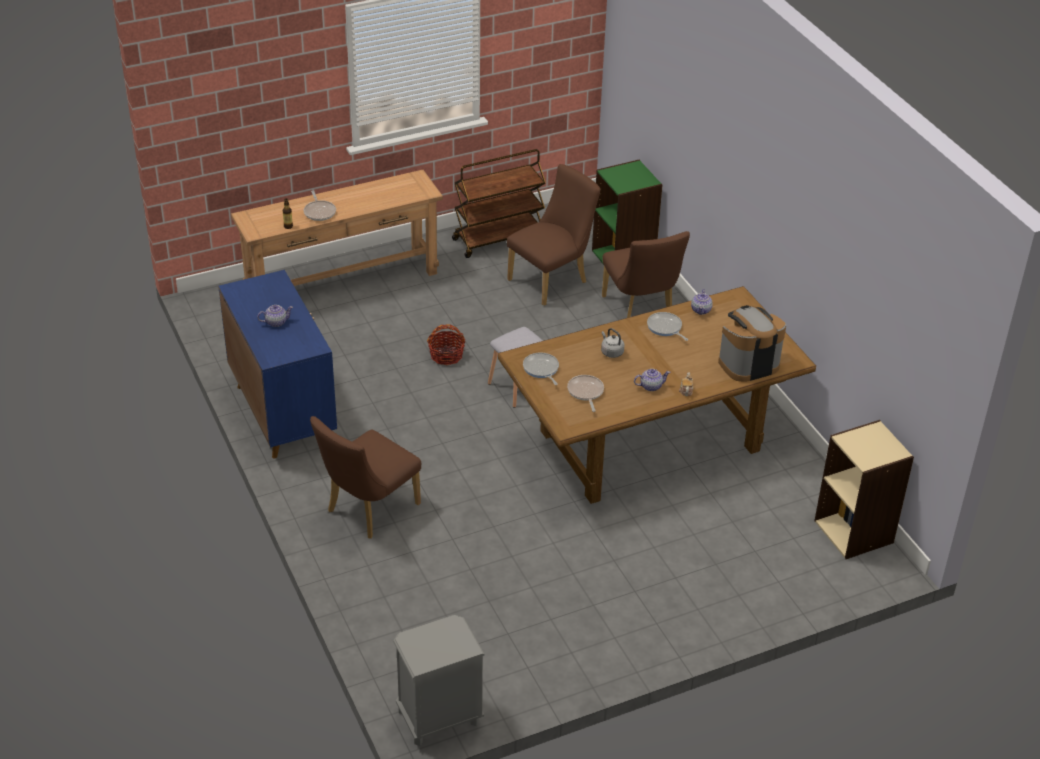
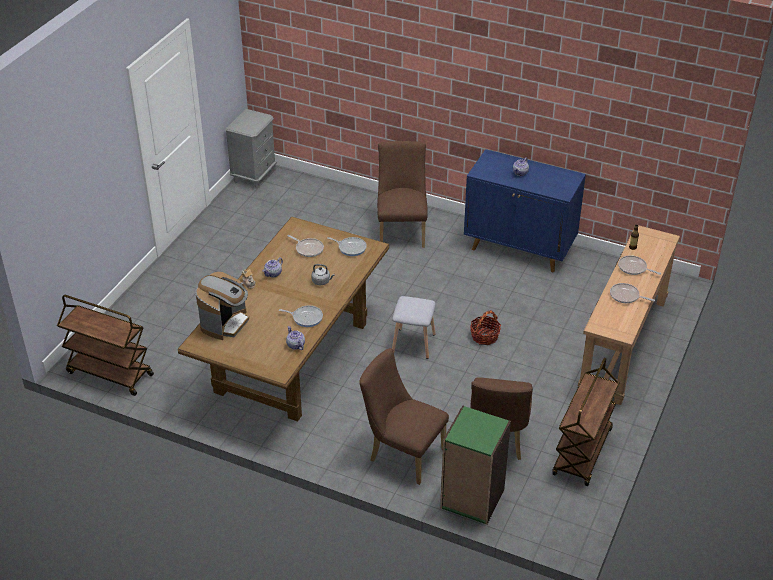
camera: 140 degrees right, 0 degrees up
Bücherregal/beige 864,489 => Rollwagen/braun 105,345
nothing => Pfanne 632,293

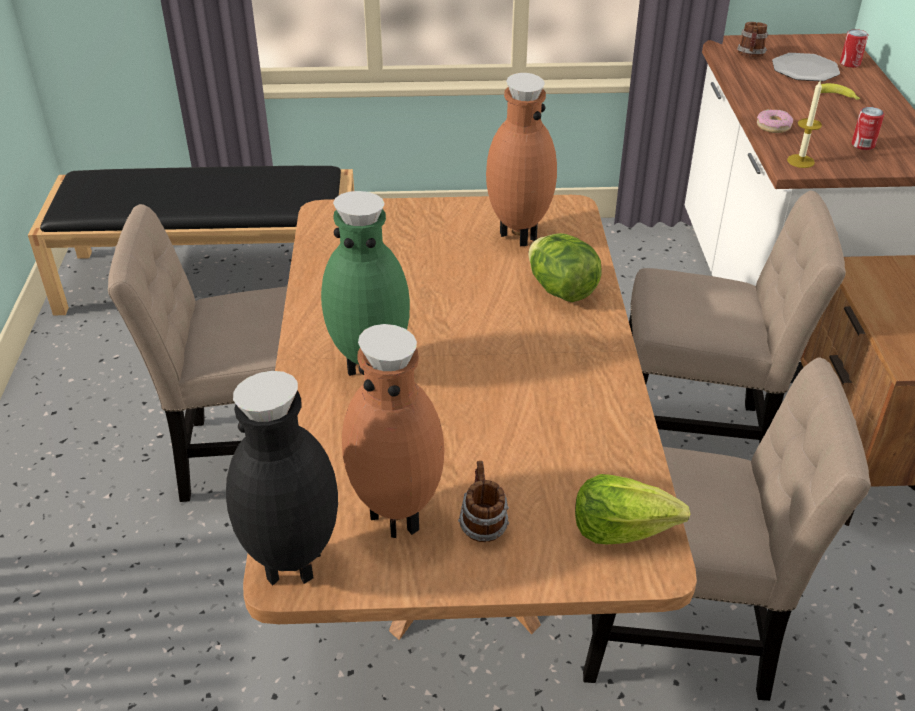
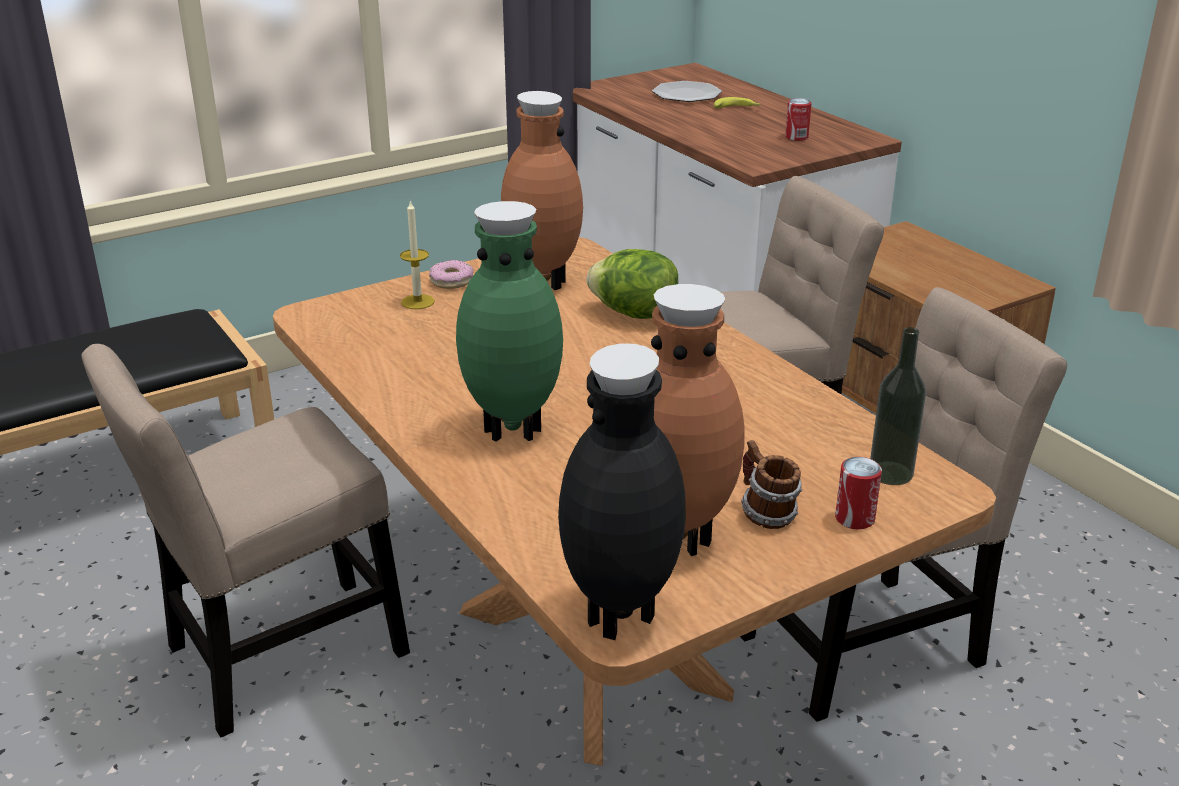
camera: 30 degrees left, 10 degrees down
Henkelbecher 753,39 => nothing
Dose 854,48 => Dose 858,493, shifted
Kerze 804,123 => Kerze 417,254, shifted
Donut 775,121 => Donut 451,274, shifted
Salatkopf 632,509 => Flasche 898,406

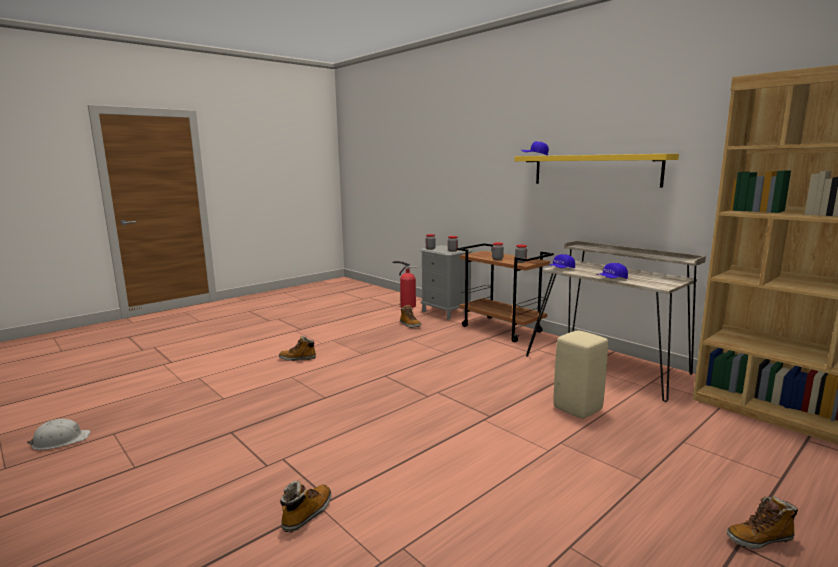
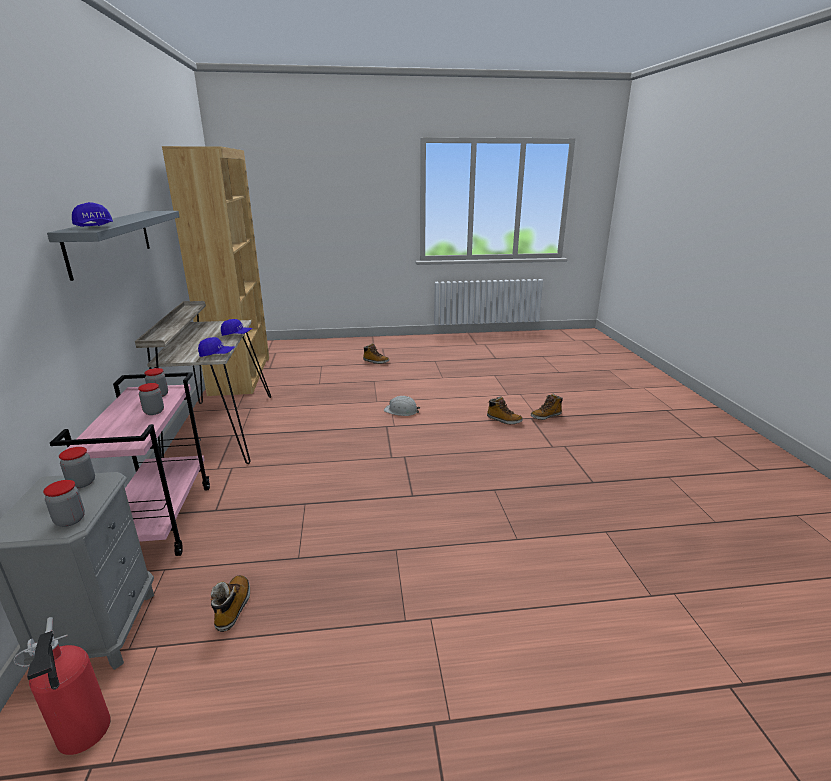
camera: 145 degrees left, 10 degrees up
Wandregal/gelb 597,170 => Wandregal/grau 113,246
Rollwagen/braun 505,292 => Rollwagen/rosa 130,464
Hocker/beige 580,374 => nothing
Stiefel 297,348 => Stiefel 505,410, shifted
Schutzhelm/weiß 59,434 => Schutzhelm/weiß 402,406, shifted

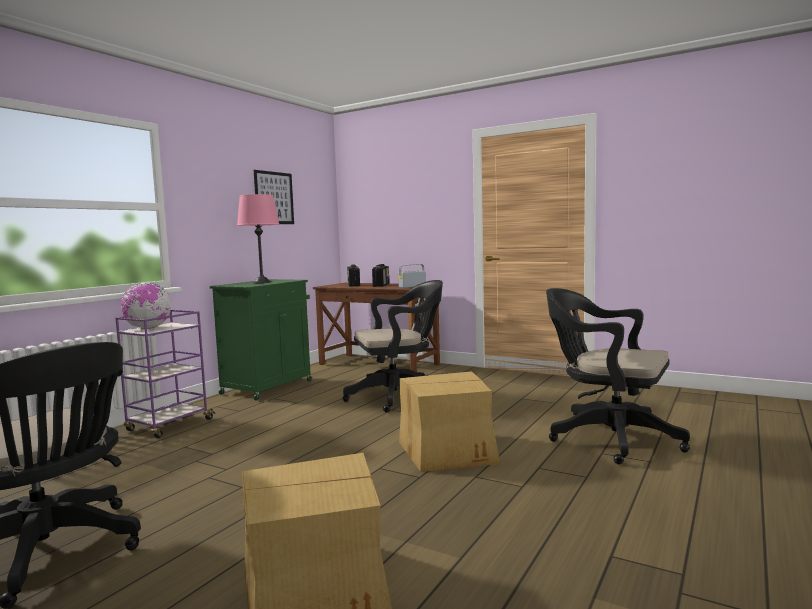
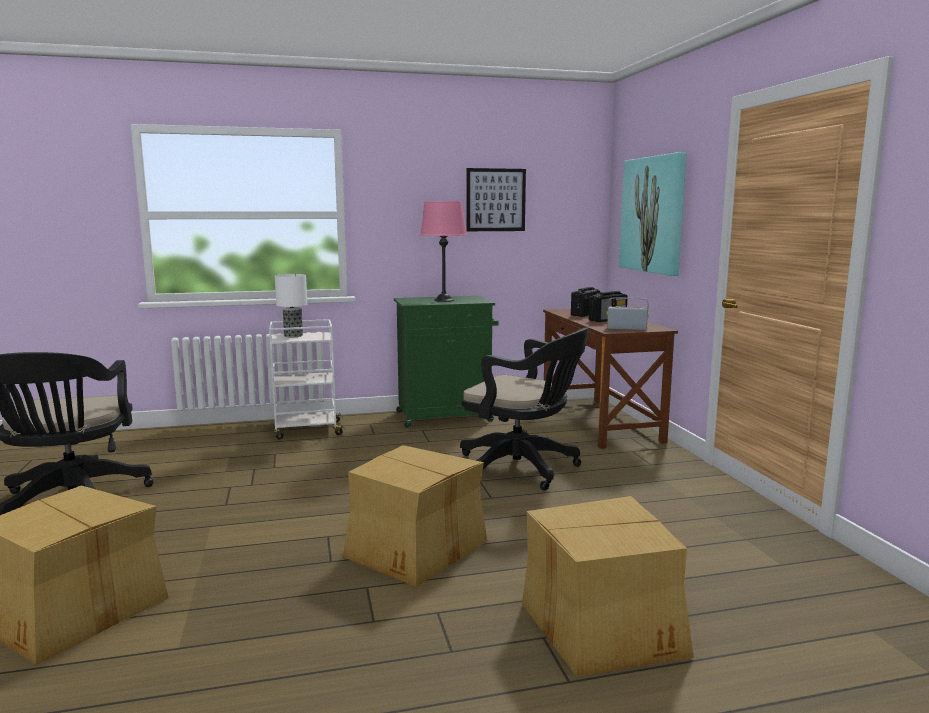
camera: 45 degrees right, 5 degrees up
Globus 146,306 => Tischlampe 291,305
Bürostuhl/schwarz 618,376 => Karton 608,586
Rollwagen/lila 166,374 => Rollwagen/weiß 307,379
nothing => Bild 652,214

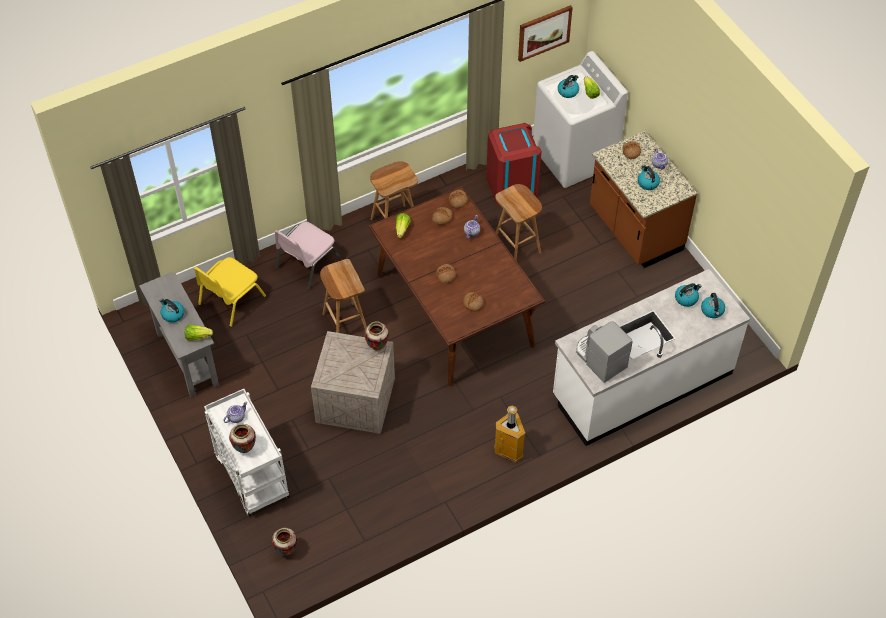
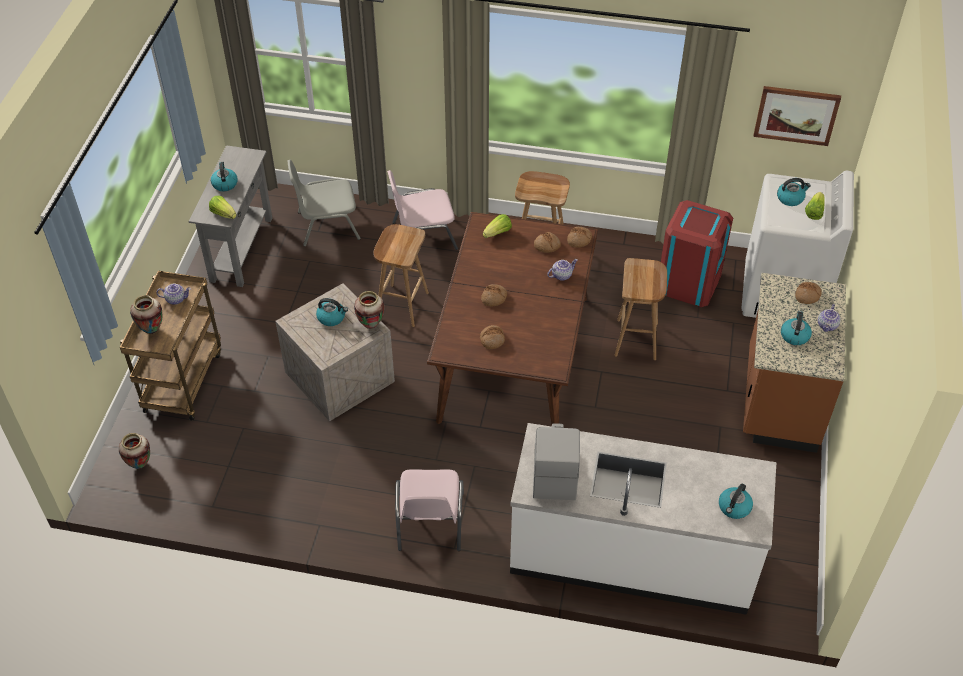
camera: 40 degrees right, 5 degrees down
Stuhl/gelb 230,292 => Stuhl/grau 324,203
Wasserkessel 688,295 => Wasserkessel 332,312, shifted
Rollwagen/weiß 247,453 => Rollwagen/braun 170,346
Mülleimer 509,434 => Stuhl/rosa 429,510

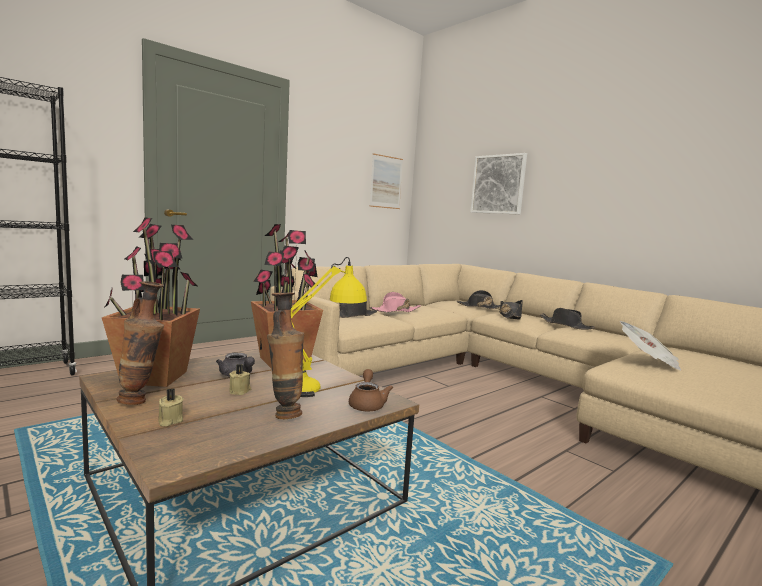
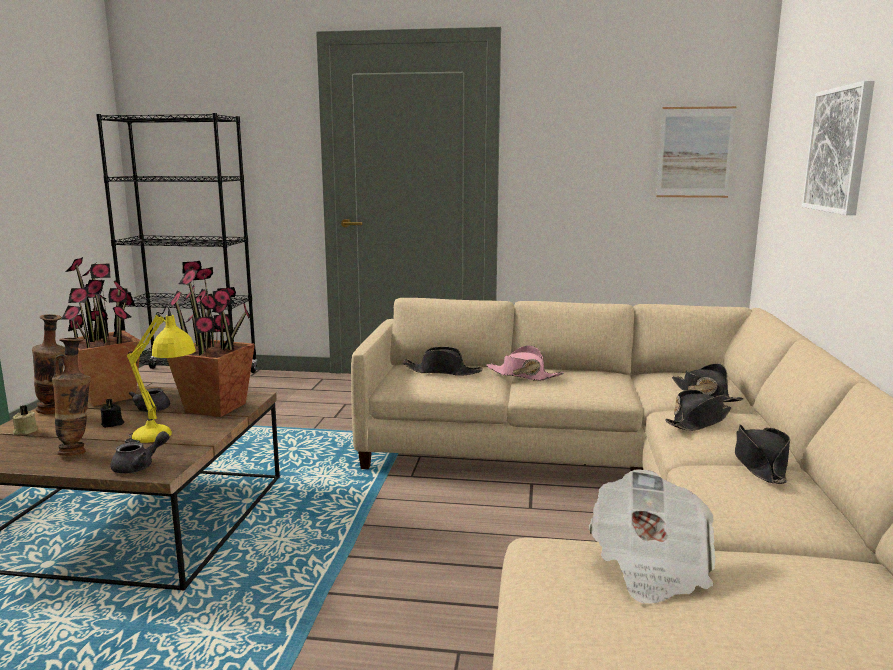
camera: 50 degrees right, 5 degrees up
Kerze/beige 240,379 => Kerze/schwarz 112,413
Teekanne/braun 371,390 => Teekanne/grau 140,452

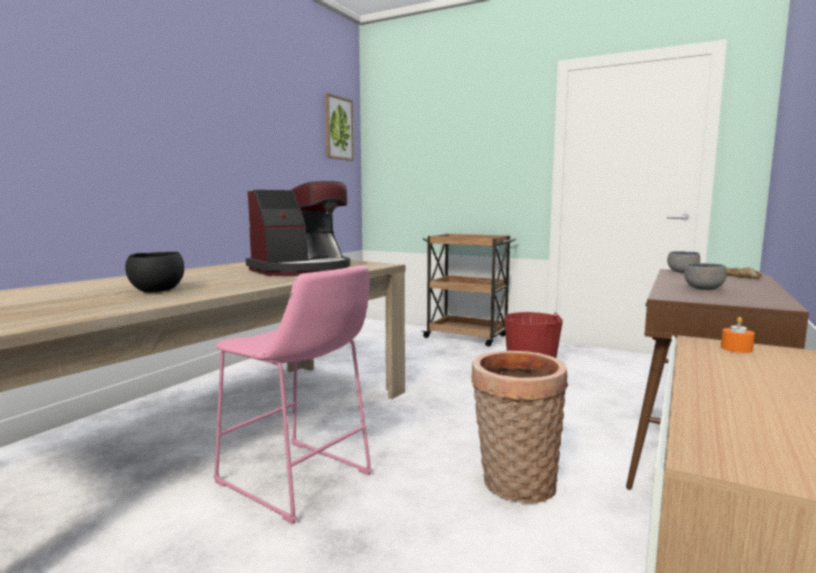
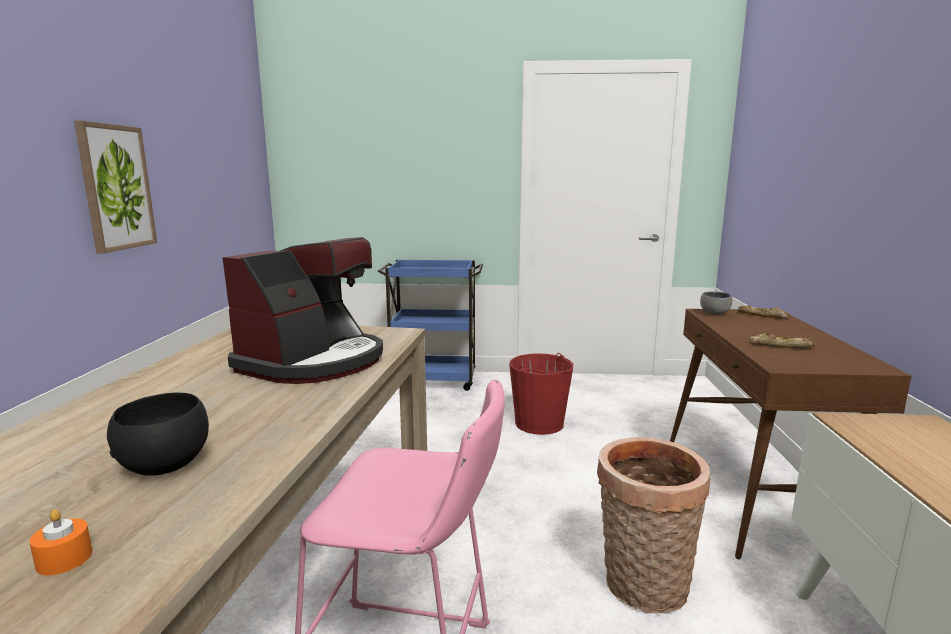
camera: 25 degrees left, 5 degrees up
Bild 339,127 => Bild 115,187, shifted
Rollwagen/braun 469,290 => Rollwagen/blau 430,325
Schüssel/grau 705,276 => Brot 782,341
Kerze/orange 738,335 => Kerze/orange 60,543, shifted

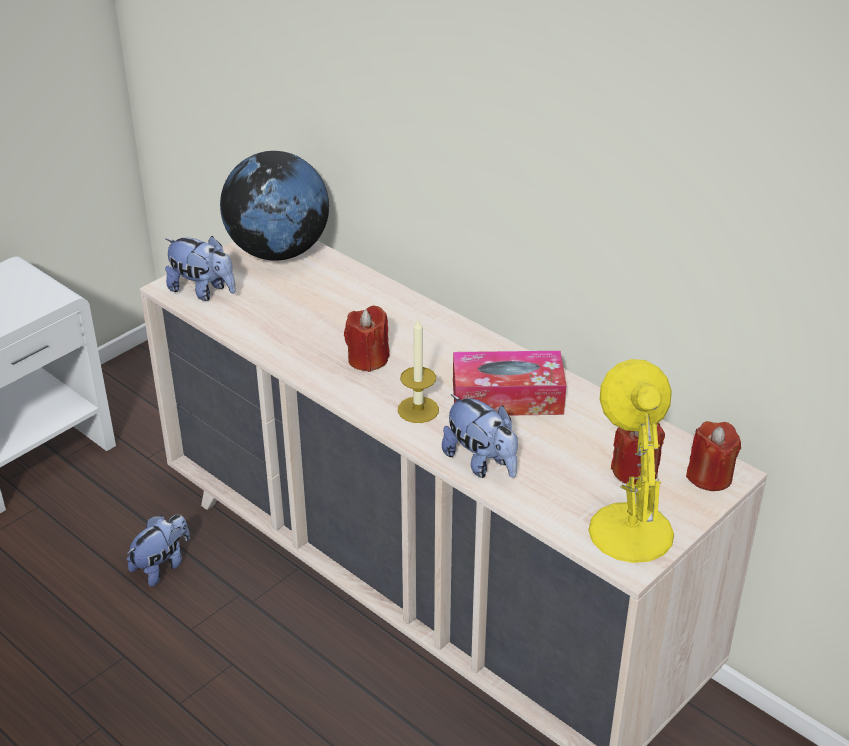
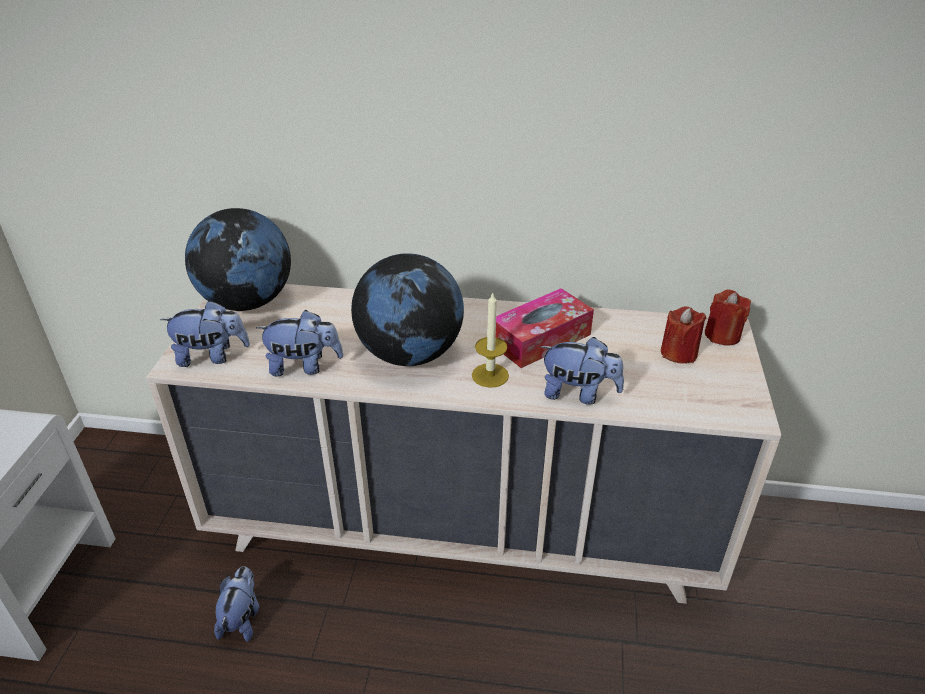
camera: 35 degrees left, 0 degrees up
Kerze/rot 367,339 => Globus 407,309
Tischlampe/gelb 631,461 => nothing
nothing => Plüschtier 299,343

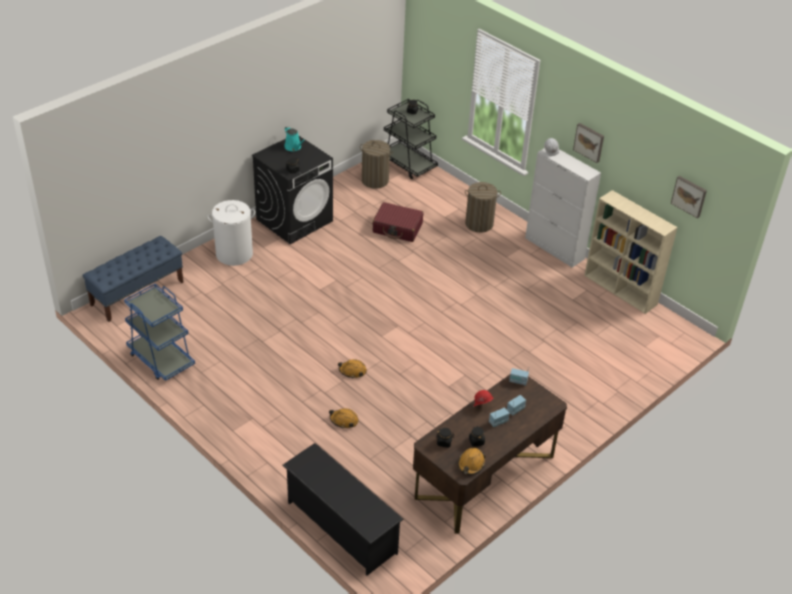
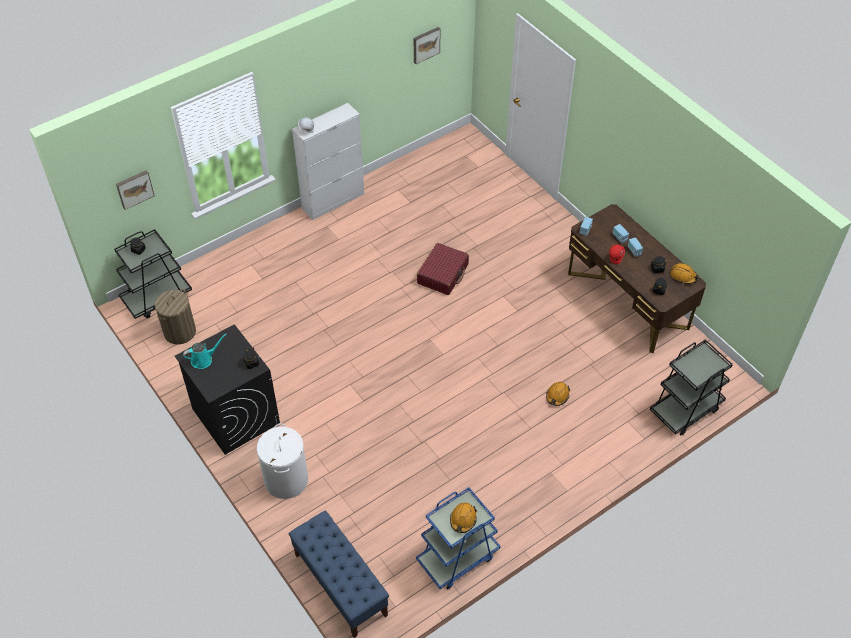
camera: 80 degrees left, 10 degrees up
Bild 588,143 => Bild 135,190, shifted
Wäschekorb 483,207 => nothing
Bücherregal/beige 631,252 => nothing
Koffer/rot 397,222 => Koffer/rot 443,269, shifted
Schutzhelm/orange 352,369 => Schutzhelm/orange 463,517, shifted
Schuhregal/schwarz 343,509 => Rollwagen/schwarz 691,387

